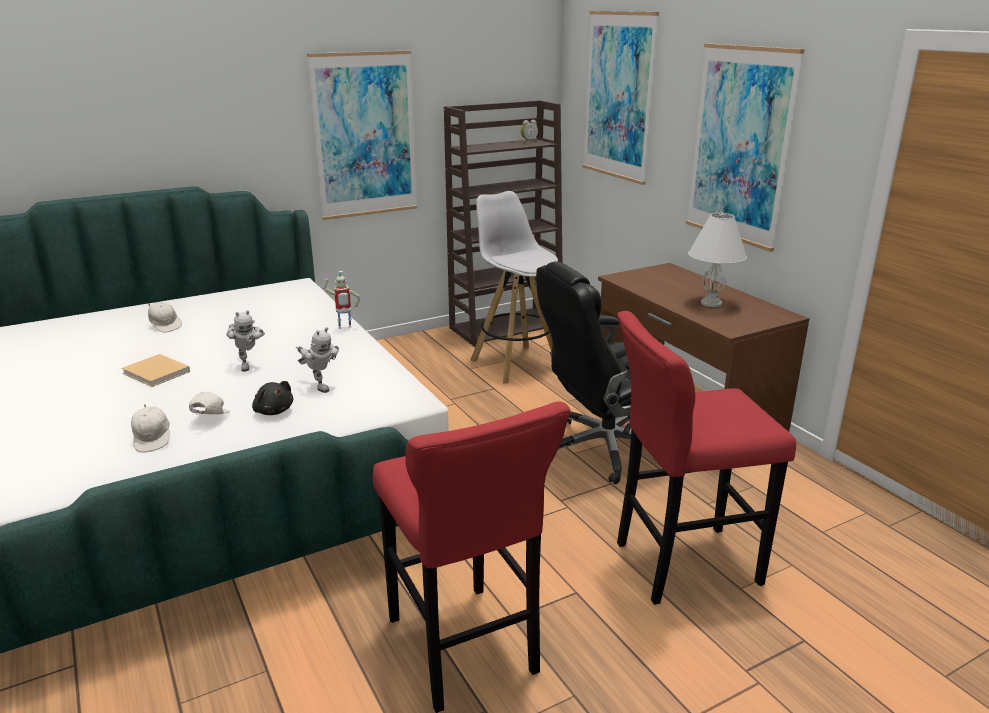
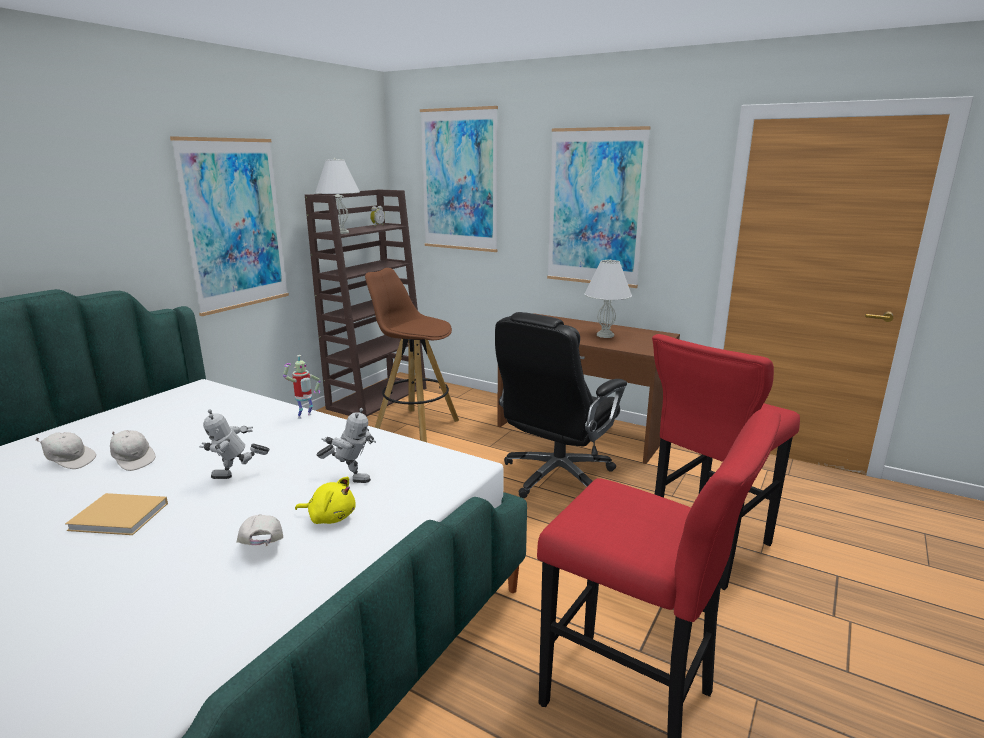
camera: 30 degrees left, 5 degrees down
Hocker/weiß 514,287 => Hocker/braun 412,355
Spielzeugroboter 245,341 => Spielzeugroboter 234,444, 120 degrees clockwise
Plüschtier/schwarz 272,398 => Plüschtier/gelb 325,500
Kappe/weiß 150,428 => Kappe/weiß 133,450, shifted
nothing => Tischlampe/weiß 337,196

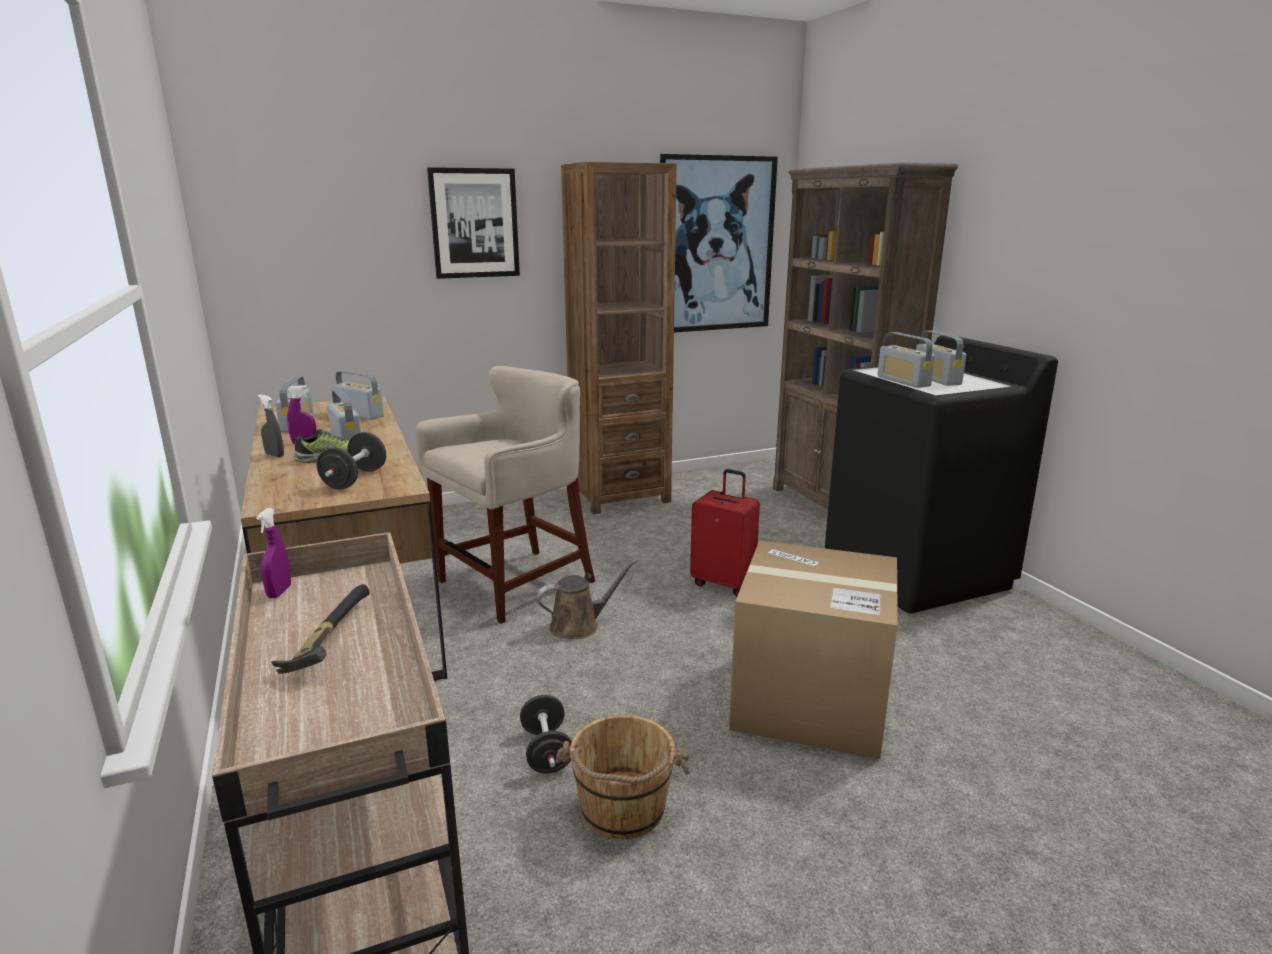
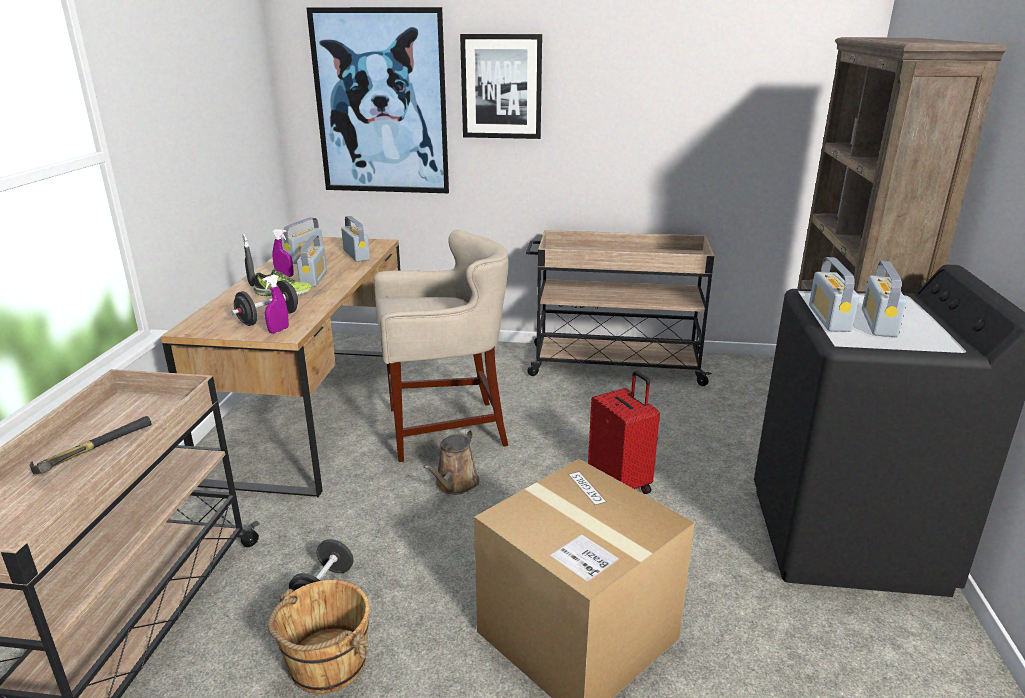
camera: 30 degrees right, 5 degrees up
Bild 719,243 => Bild 377,100, shifted
Bücherregal/braun 619,338 => Rollwagen/beige 620,308
Sprühflasche/lila 273,553 => Sprühflasche/lila 275,304, shifted
Gießkanne/braun 587,599 => Gießkanne/braun 451,462, 105 degrees clockwise

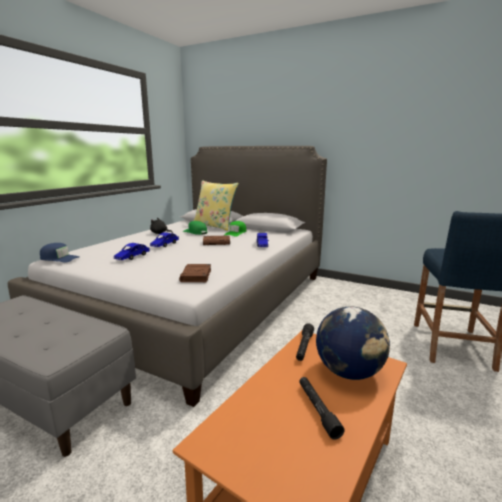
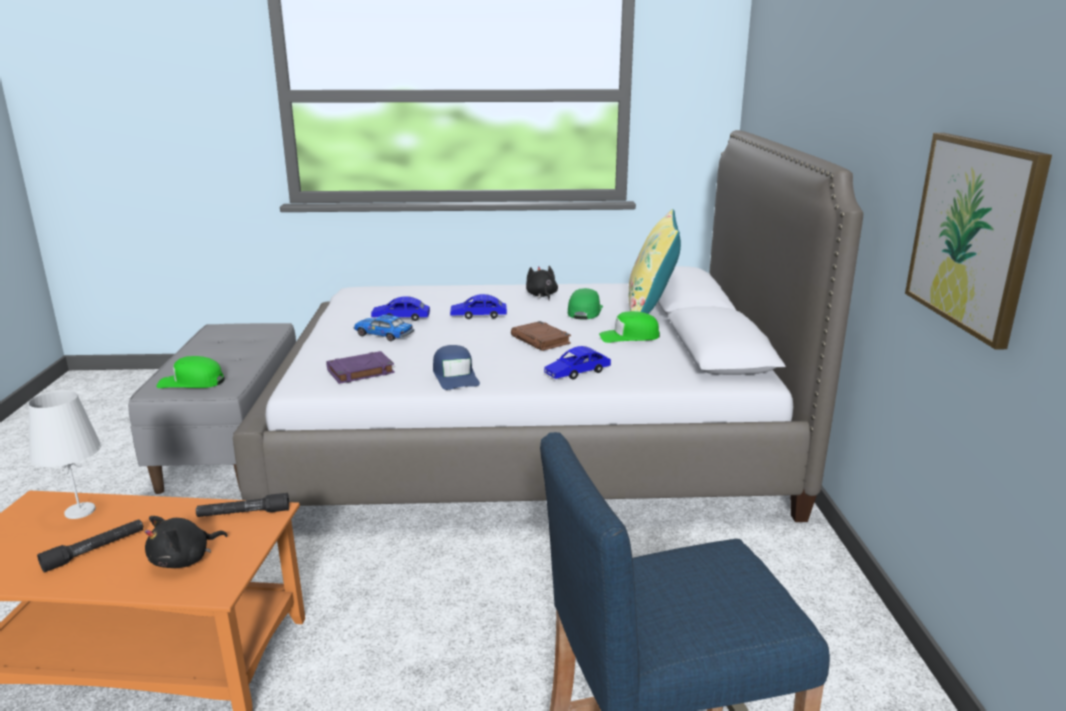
camera: 60 degrees right, 5 degrees up
Kappe/blau 59,253 => Kappe/blau 456,367, shifted
Buch/braun 195,273 => Buch/lila 360,367
Globus 353,343 => Plüschtier/schwarz 186,542
nothing => Bild 978,241
nothing => Spielzeugauto 384,328
nothing => Kappe/grün 191,372
nothing => Tischlampe/weiß 64,454

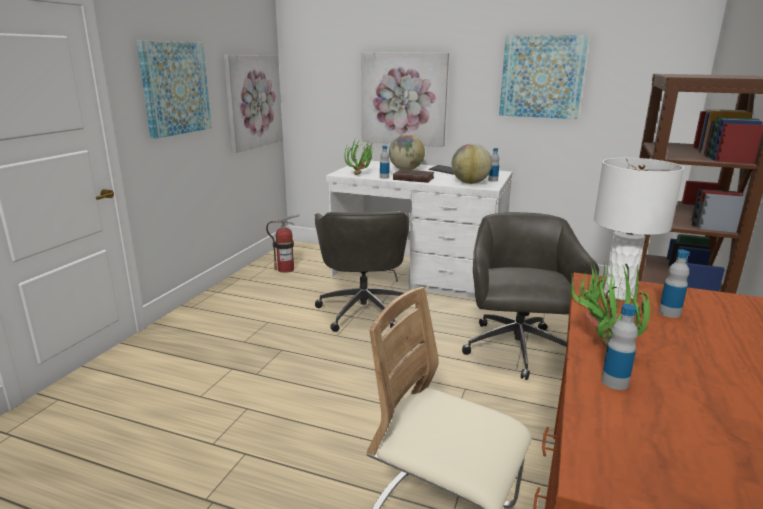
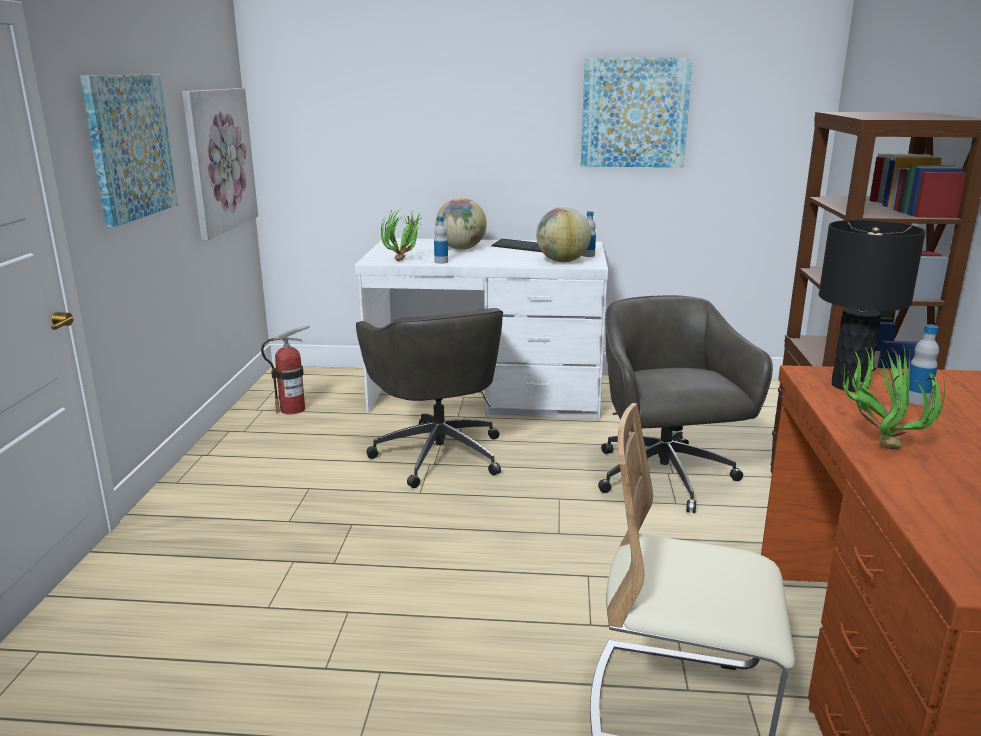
camera: 15 degrees left, 0 degrees up
Bild 405,99 => nothing
Tischlampe/weiß 639,229 => Tischlampe/schwarz 872,306
Buch/braun 413,176 => nothing
Flasche 619,347 => nothing

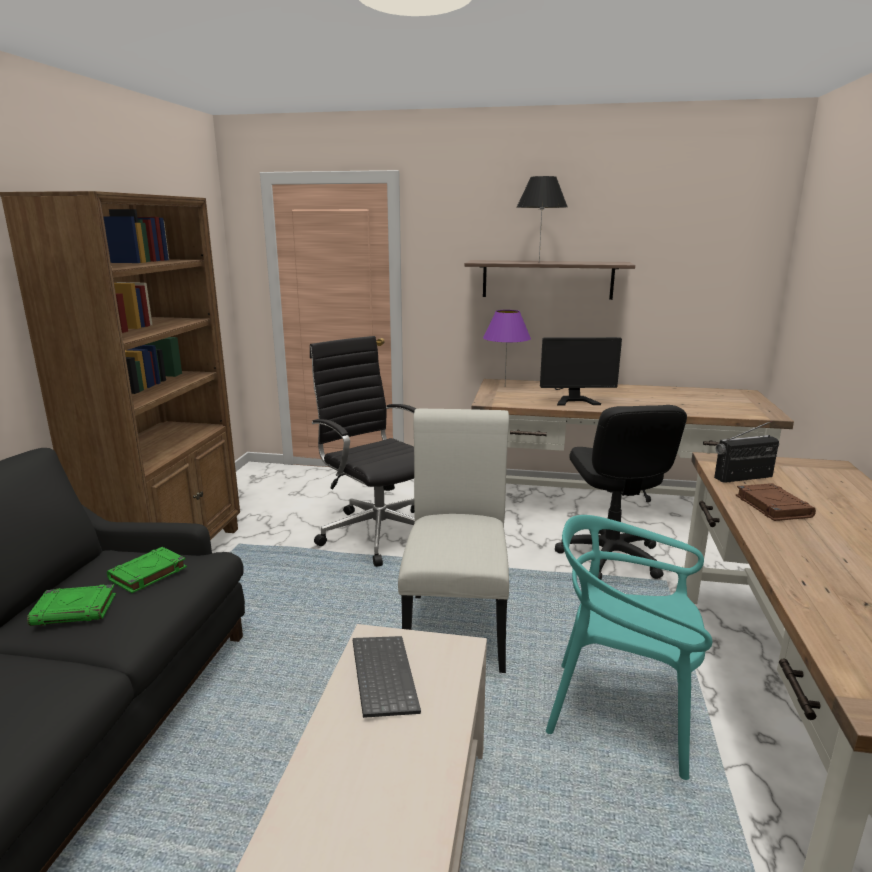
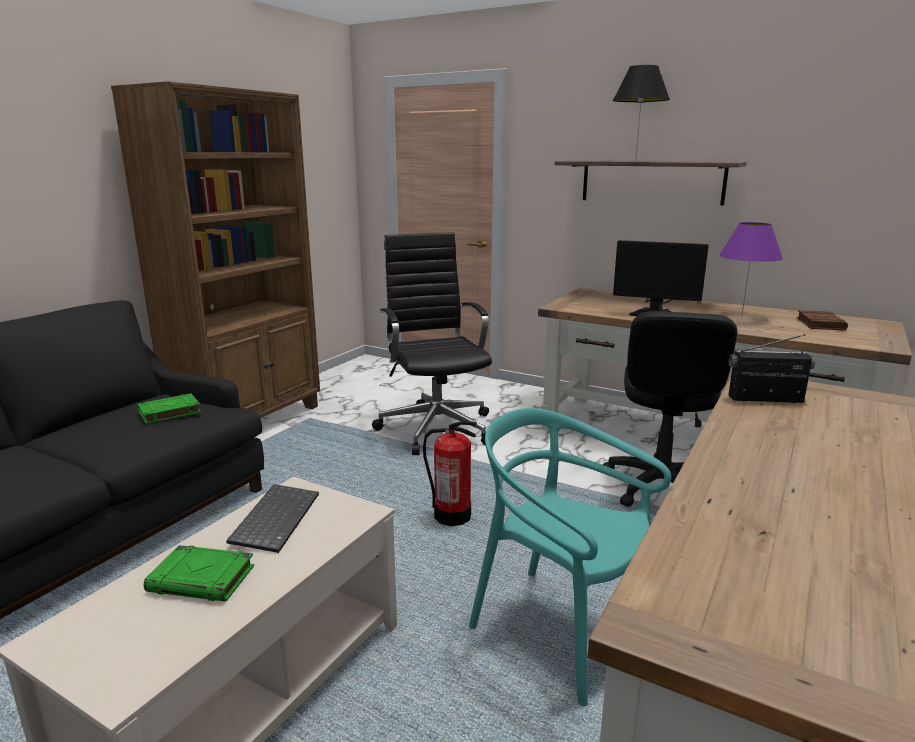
camera: 20 degrees right, 0 degrees up
Tischlampe/lila 507,346 => Tischlampe/lila 751,269, shifted
Stuhl/weiß 453,540 => Feuerlöscher 450,473
Buch/braun 776,502 => Buch/braun 822,320, shifted
Buch/grün 71,605 => Buch/grün 199,573, shifted

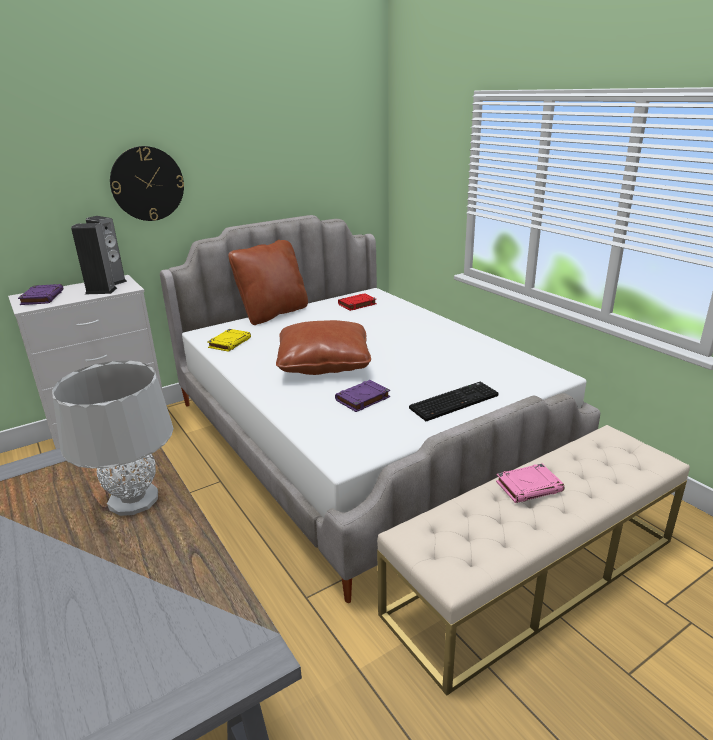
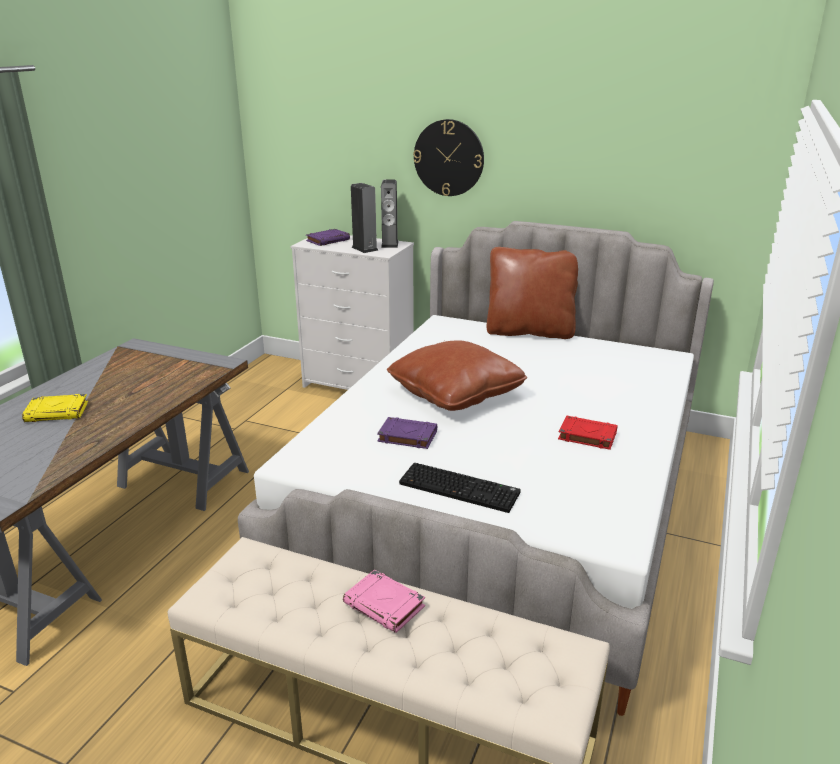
camera: 55 degrees right, 0 degrees up
Buch/rot 357,302 => Buch/rot 588,433, shifted
Buch/gelb 229,340 => Buch/gelb 55,408, shifted
Tischlampe/grau 113,438 => nothing

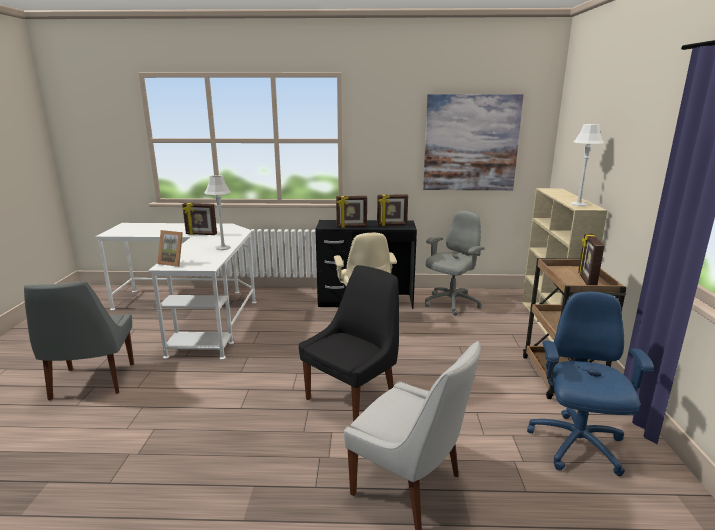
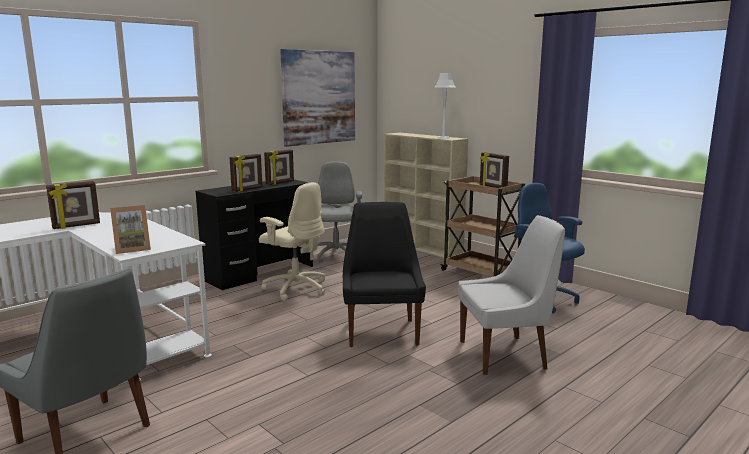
camera: 45 degrees left, 5 degrees down
Tischlampe/grau 217,212 => nothing

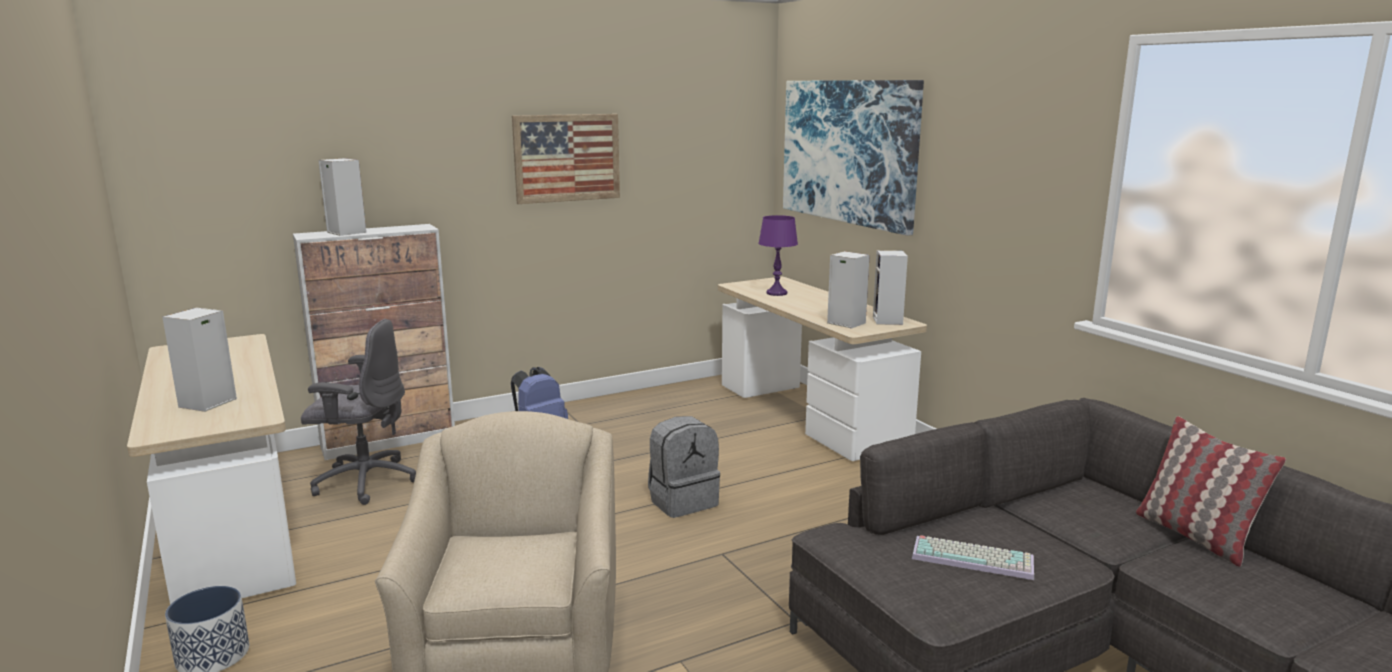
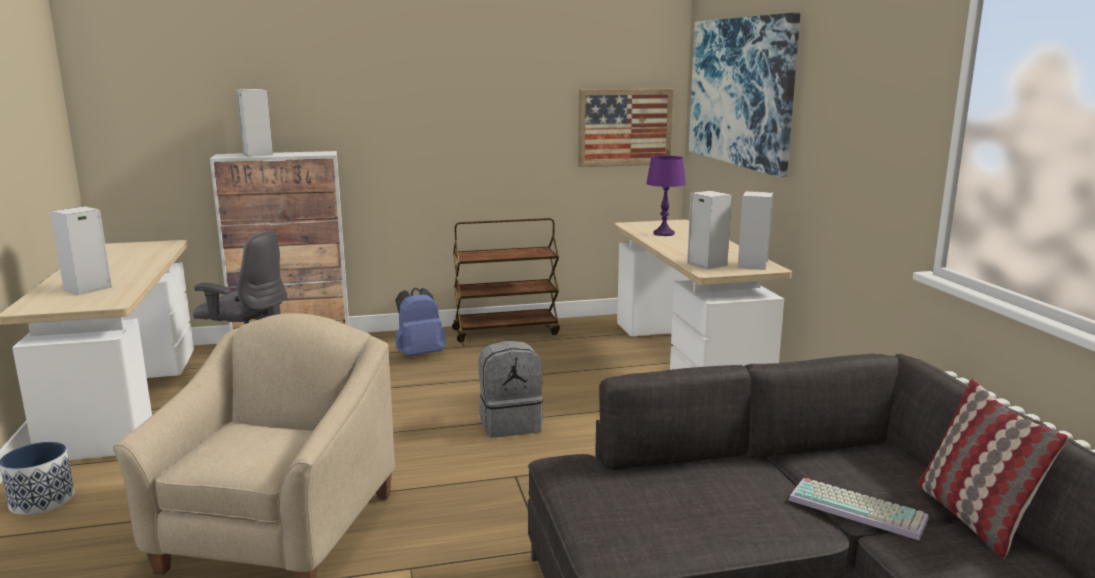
camera: 15 degrees right, 0 degrees up
Bild 566,159 => Bild 626,127, shifted
Tastatur 973,557 => Tastatur 858,509, shifted
nothing => Rollwagen/braun 506,280

